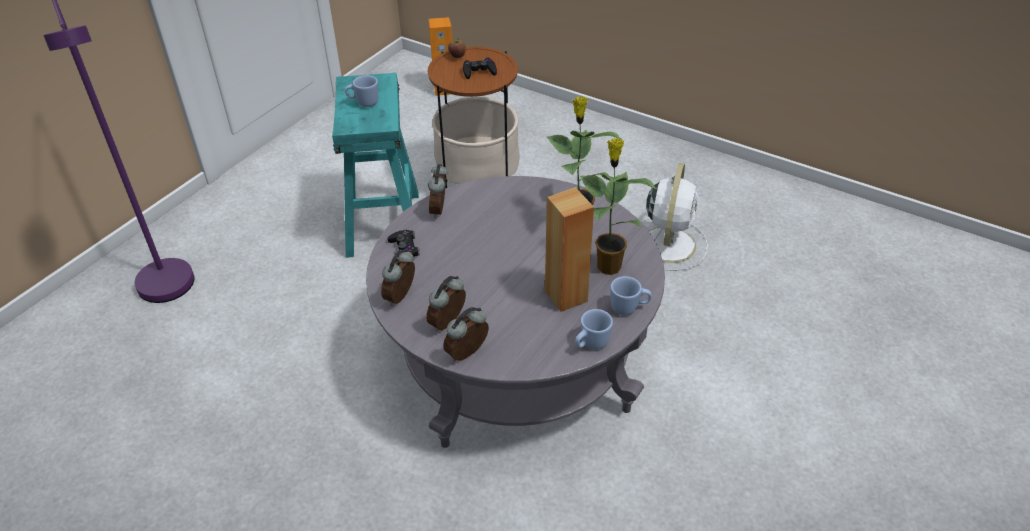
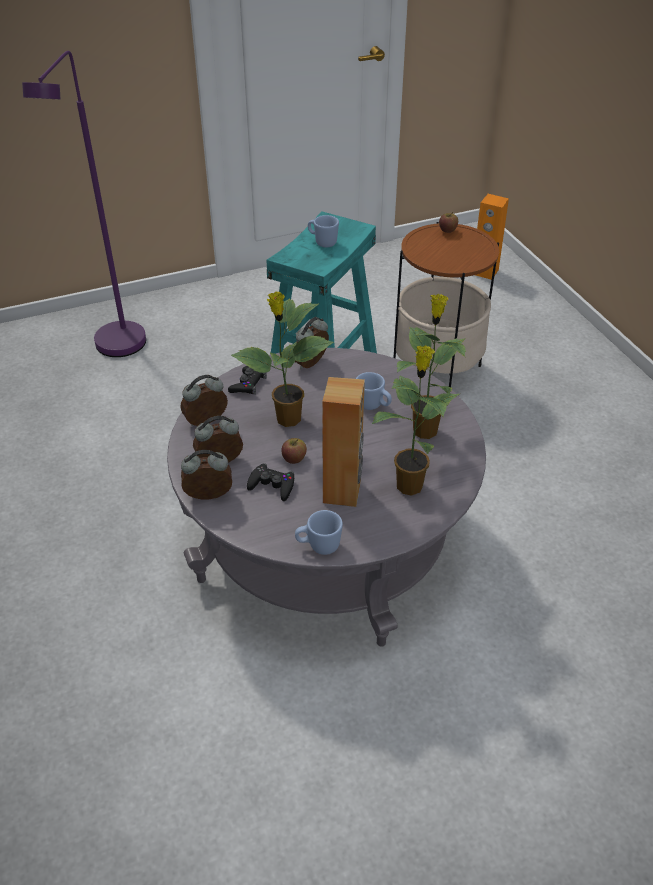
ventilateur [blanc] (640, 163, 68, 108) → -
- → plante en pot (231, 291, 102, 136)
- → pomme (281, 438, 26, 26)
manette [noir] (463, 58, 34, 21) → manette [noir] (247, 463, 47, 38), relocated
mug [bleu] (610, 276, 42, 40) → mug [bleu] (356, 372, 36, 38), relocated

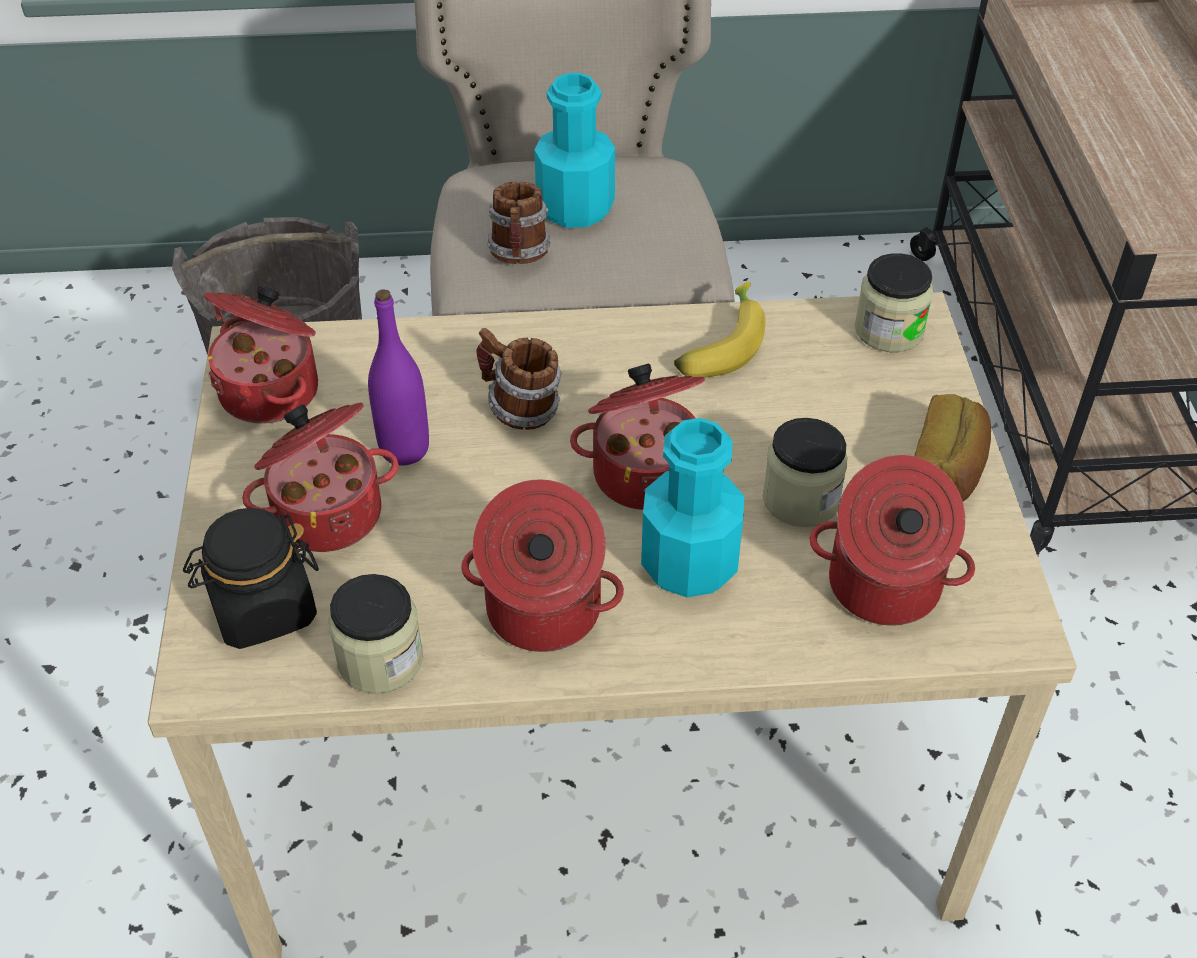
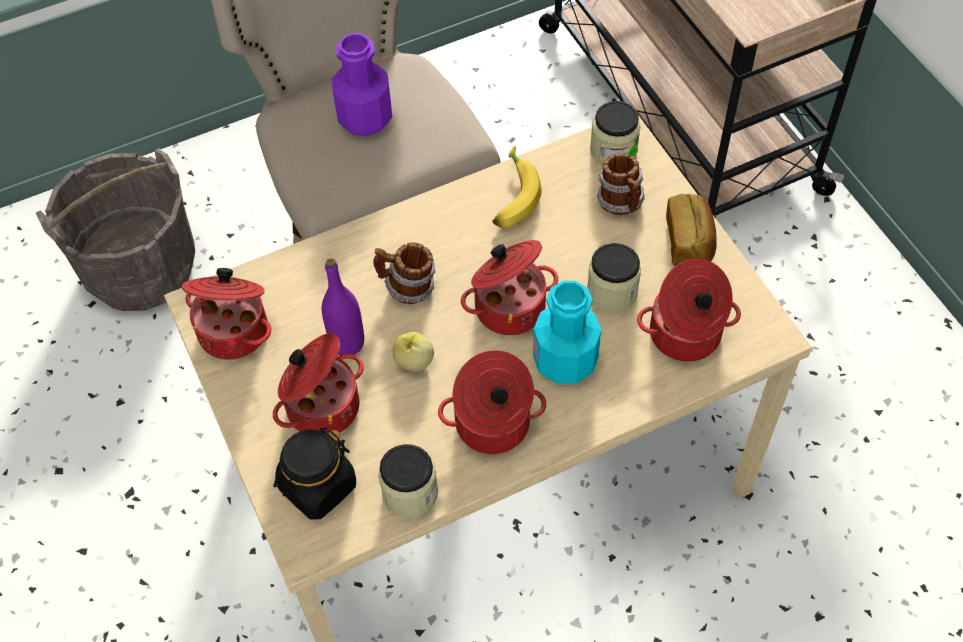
- → pomme (393, 331, 41, 40)
mug (487, 182, 65, 82) → mug (597, 153, 48, 62), relocated
bouteille [turquoise] (534, 73, 81, 155) → bouteille [violet] (332, 33, 60, 103)

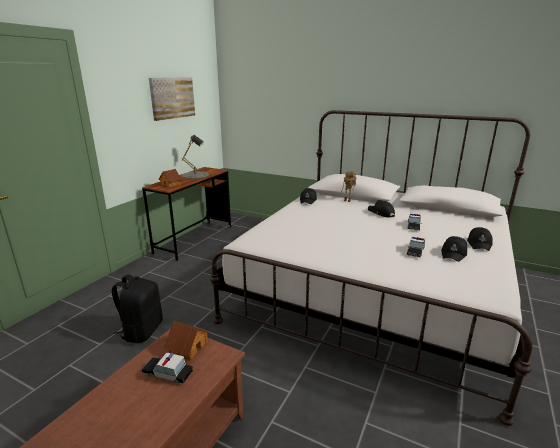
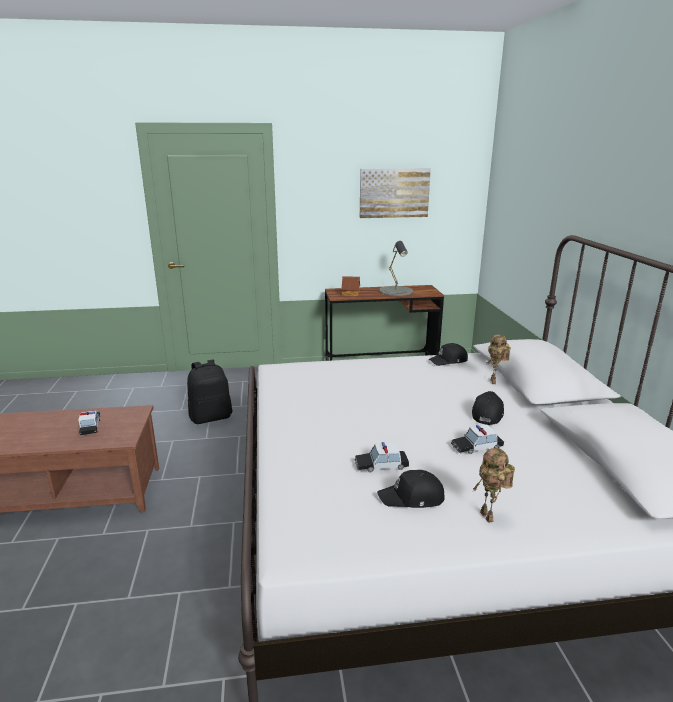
maison miniature (164, 321, 46, 39) → -
casquette [noir] (467, 227, 26, 24) → robot jouet (472, 448, 43, 75)

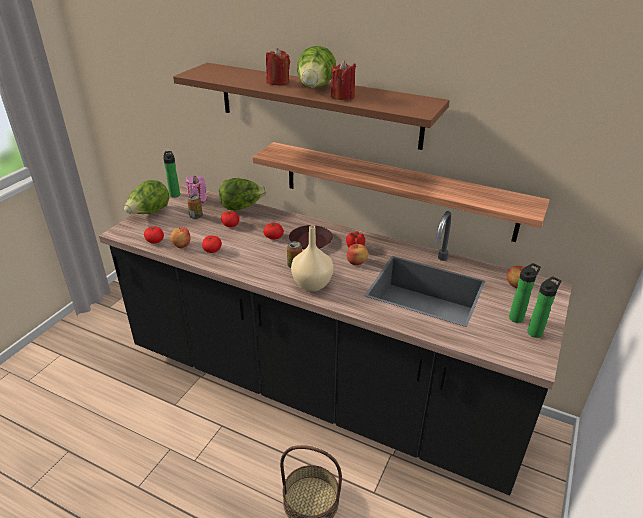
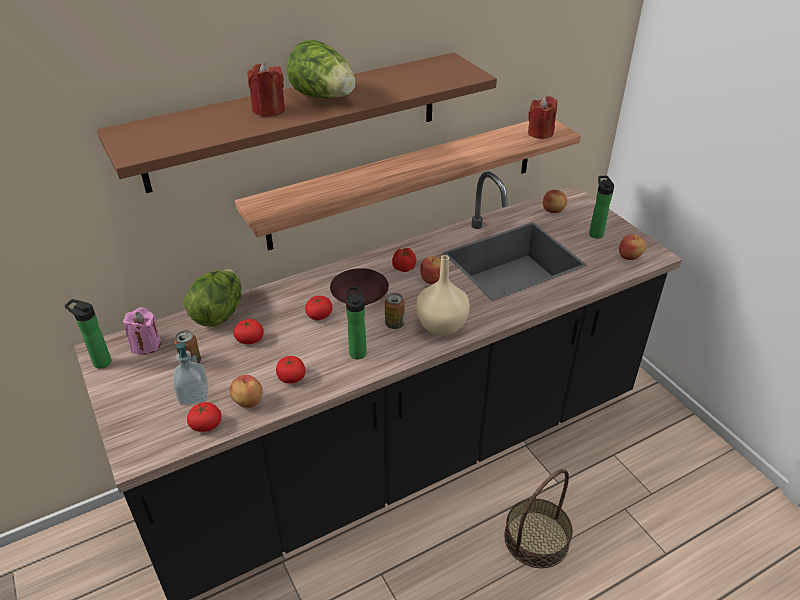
laitue (124, 180, 45, 34) → -
- → distributeur de savon (173, 342, 35, 63)
- → pomme (619, 234, 27, 26)
bougie [rouge] (331, 60, 25, 40) → bougie [rouge] (528, 96, 29, 43), relocated
bouteille (527, 276, 34, 62) → bouteille (346, 287, 21, 72), relocated

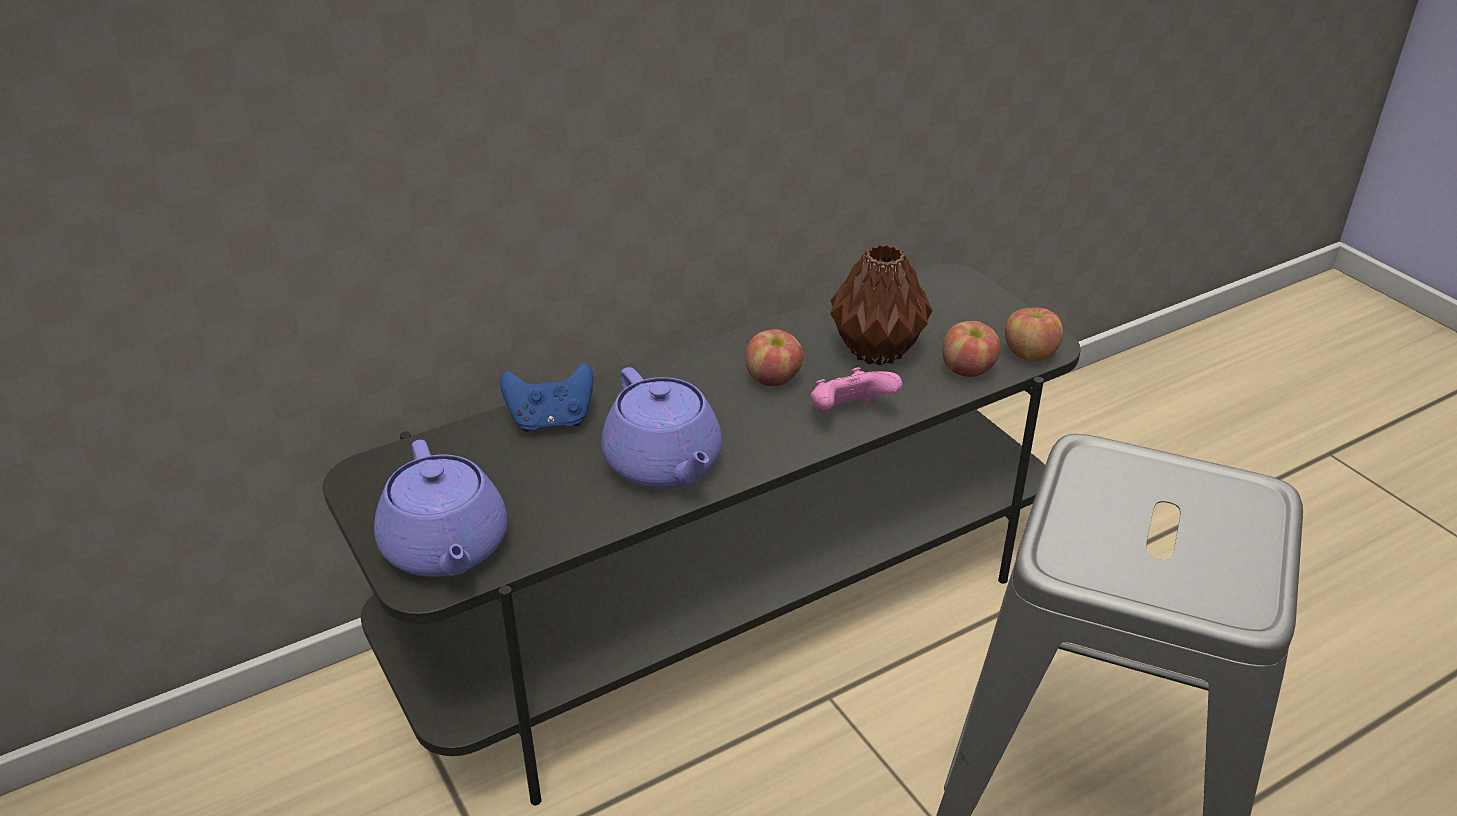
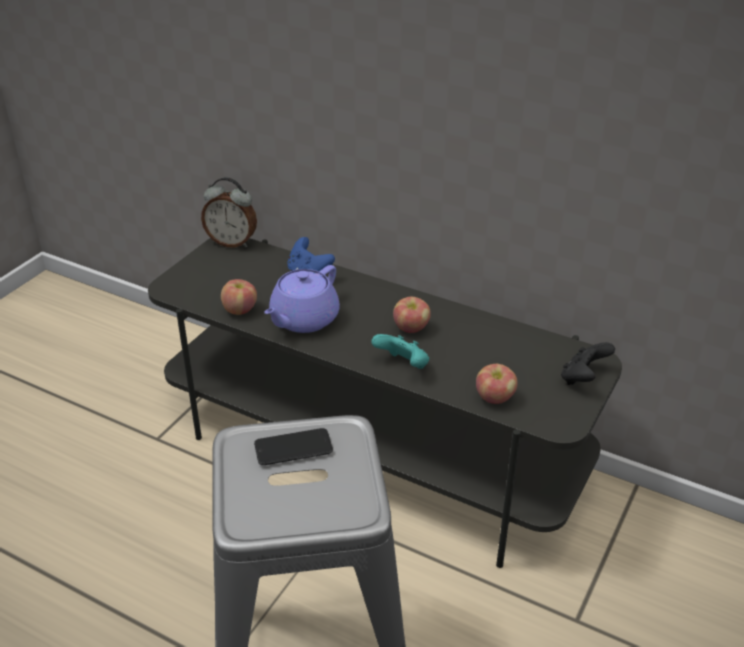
théière [violet] (374, 440, 133, 137) → -
vase [marron] (831, 244, 101, 122) → -
- → réveil (201, 177, 56, 70)
- → téléphone (254, 428, 79, 37)
- → manette [noir] (561, 342, 54, 43)
pomme (1005, 307, 58, 54) → pomme (221, 279, 36, 36), relocated
manette [rose] (811, 367, 91, 46) → manette [turquoise] (371, 334, 58, 35)

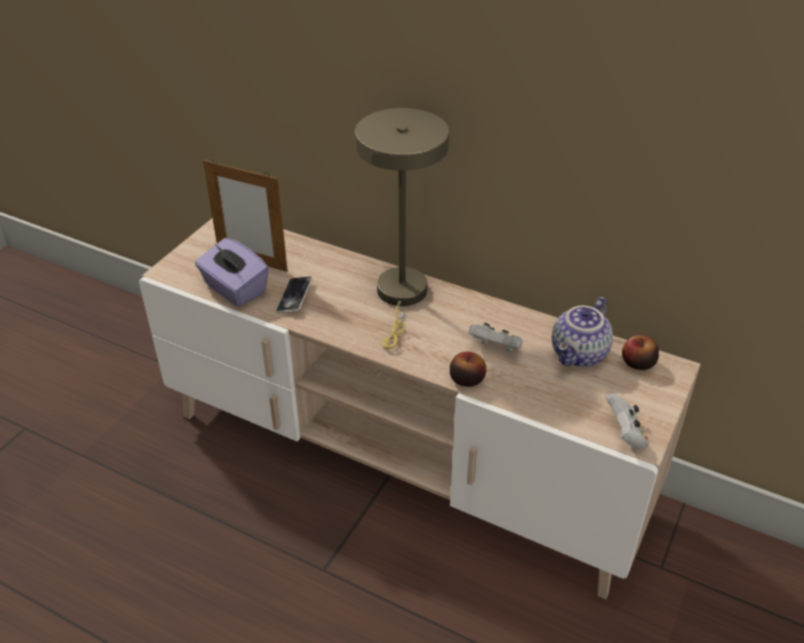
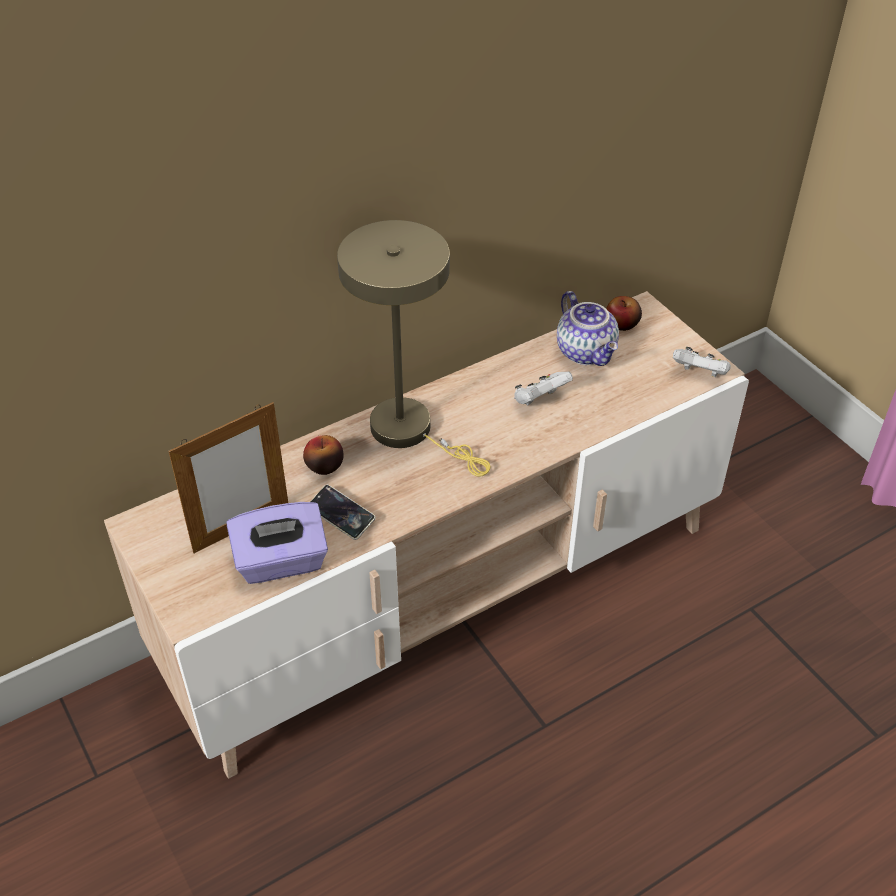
pomme (450, 352, 36, 35) → pomme (303, 435, 41, 40), relocated

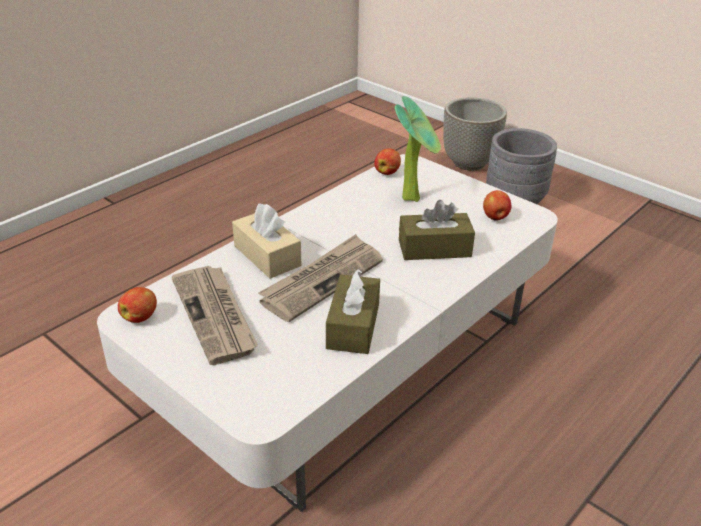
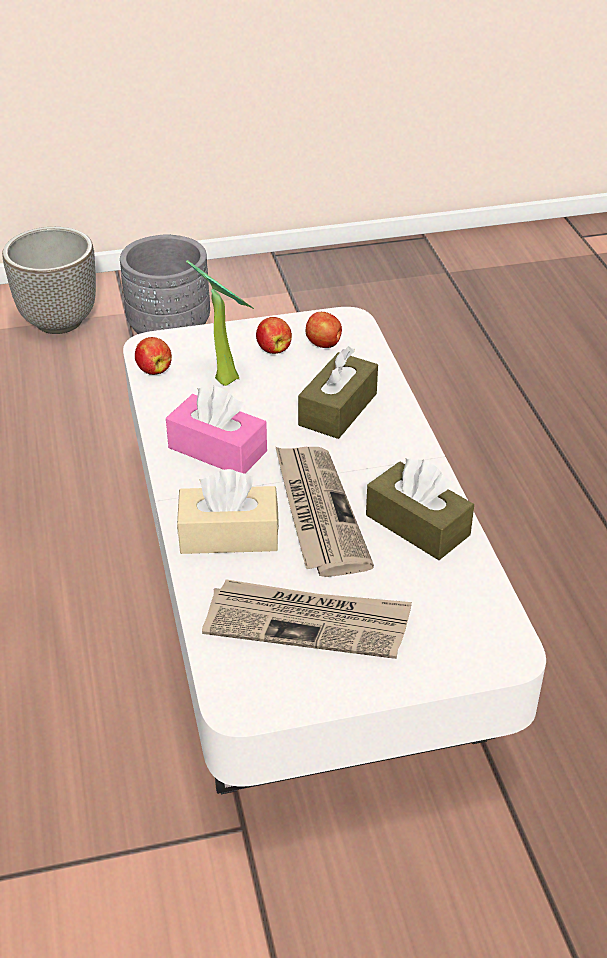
- → boîte à mouchoirs [rose] (166, 386, 101, 88)
pomme (118, 287, 39, 36) → pomme (256, 317, 36, 37), relocated

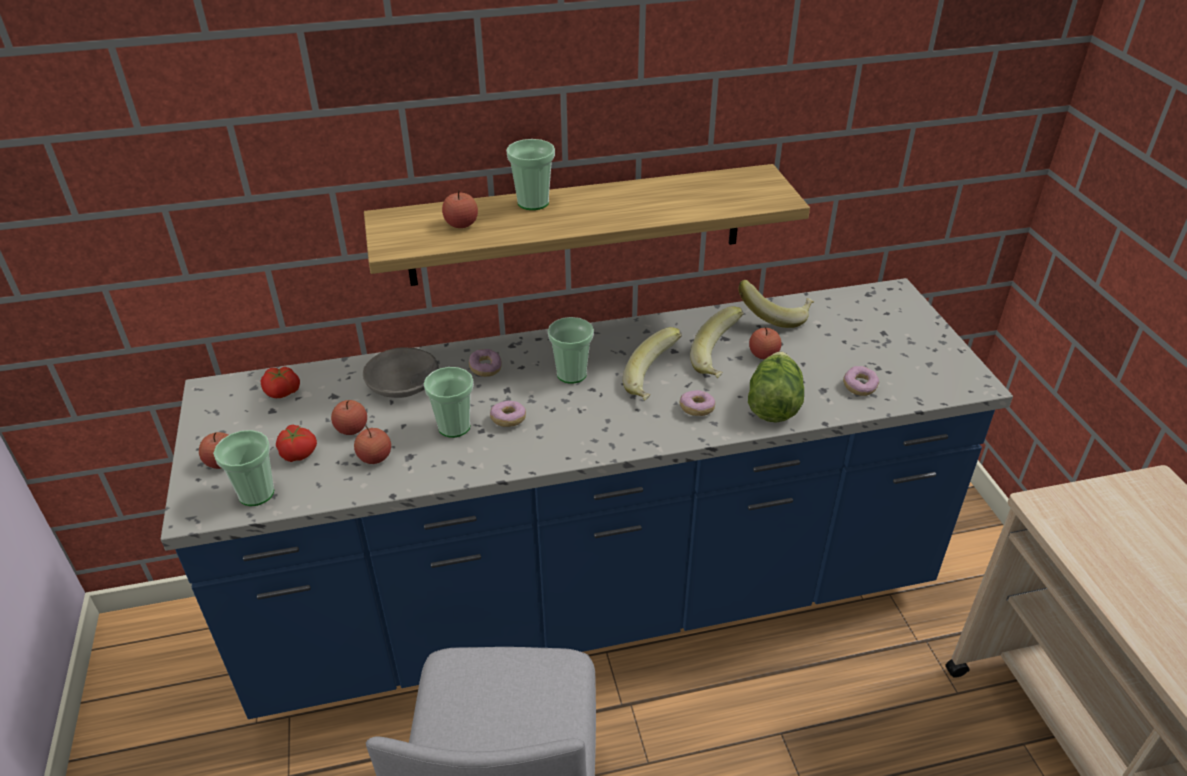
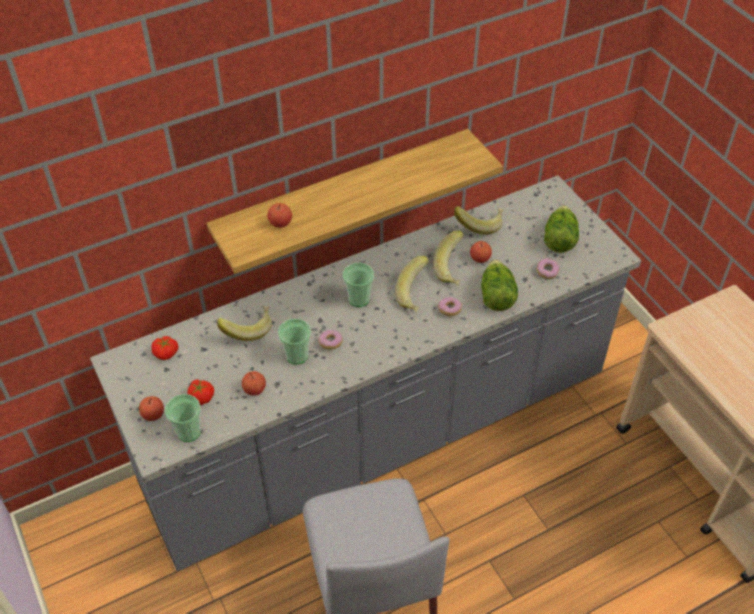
pomme (331, 400, 36, 35) → -
beignet (469, 349, 33, 28) → -
tasse (506, 139, 49, 71) → -
- → laitue (544, 205, 35, 48)
bol [gris] (363, 347, 76, 51) → banane (217, 306, 55, 35)
comptoir de cuisine [bleu] (161, 278, 852, 441) → comptoir de cuisine [gris] (90, 175, 551, 396)

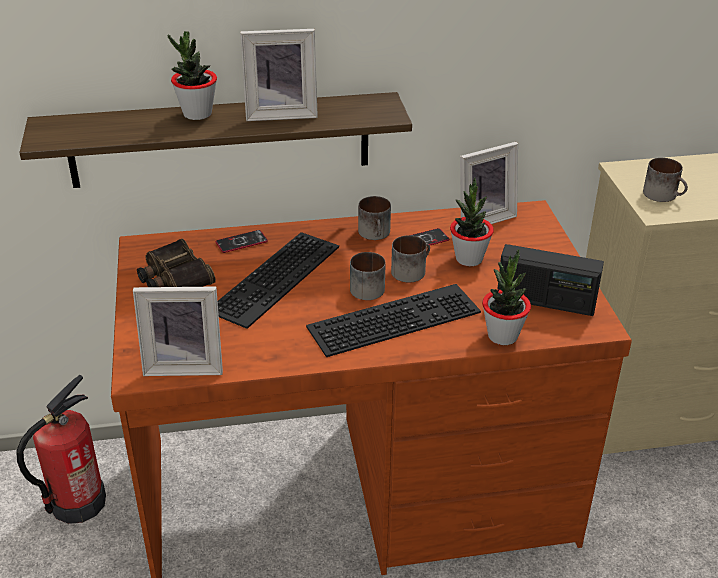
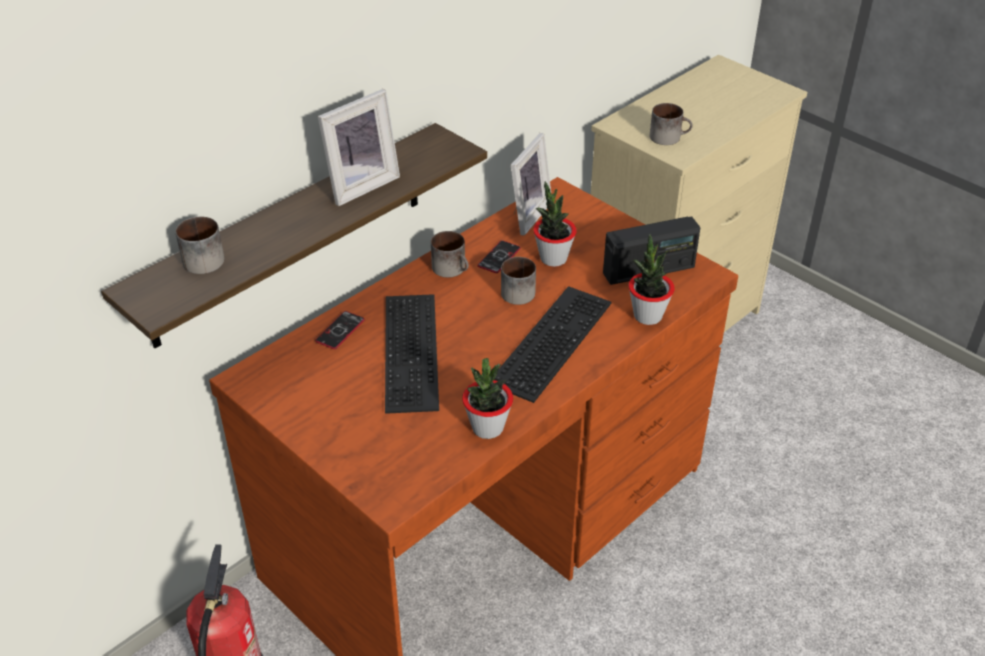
cadre photo (133, 286, 90, 90) → -
jumelles (137, 239, 79, 48) → -
plante en pot (167, 31, 50, 89) → plante en pot (462, 358, 51, 81), relocated
mug (350, 252, 36, 48) → mug (176, 217, 49, 57), relocated

